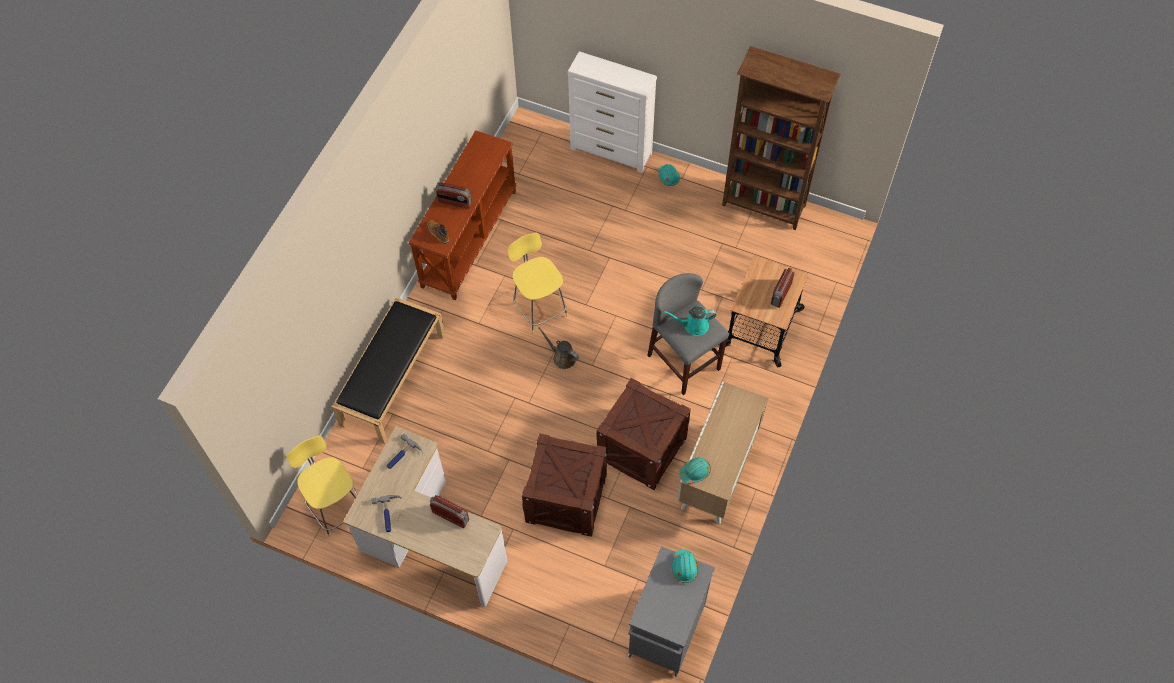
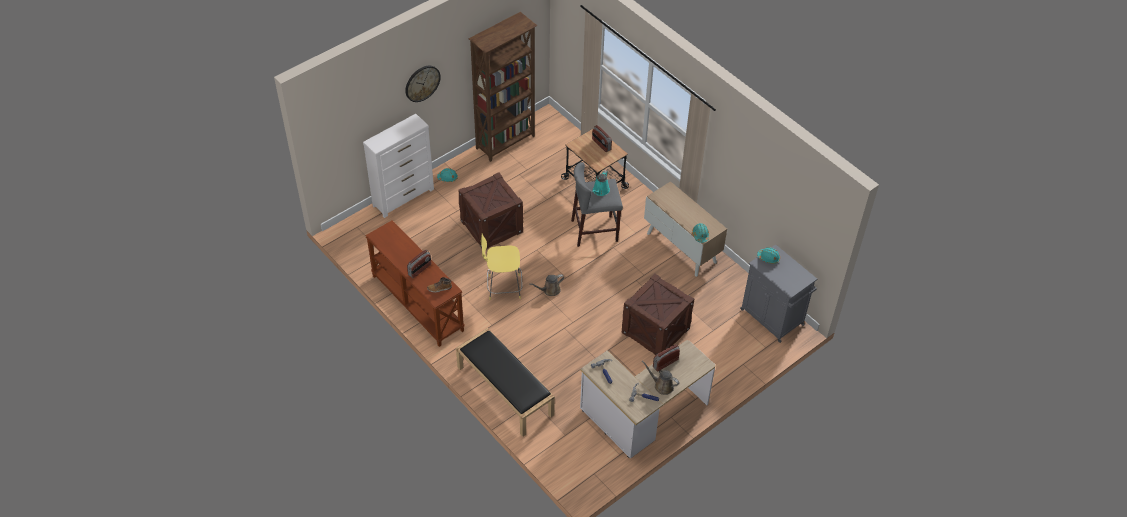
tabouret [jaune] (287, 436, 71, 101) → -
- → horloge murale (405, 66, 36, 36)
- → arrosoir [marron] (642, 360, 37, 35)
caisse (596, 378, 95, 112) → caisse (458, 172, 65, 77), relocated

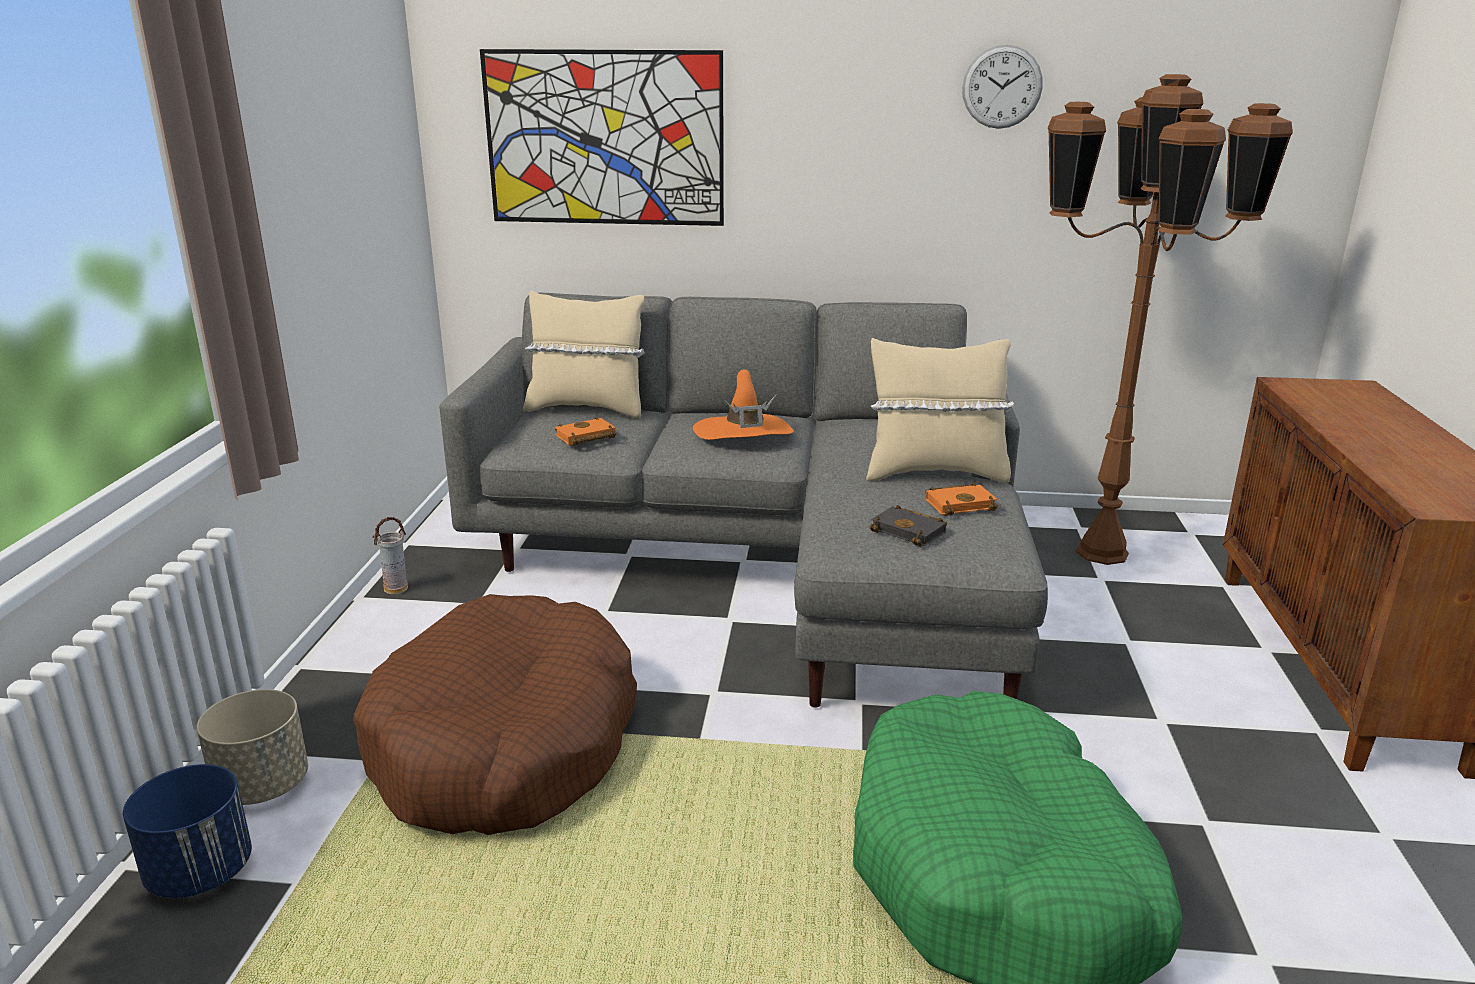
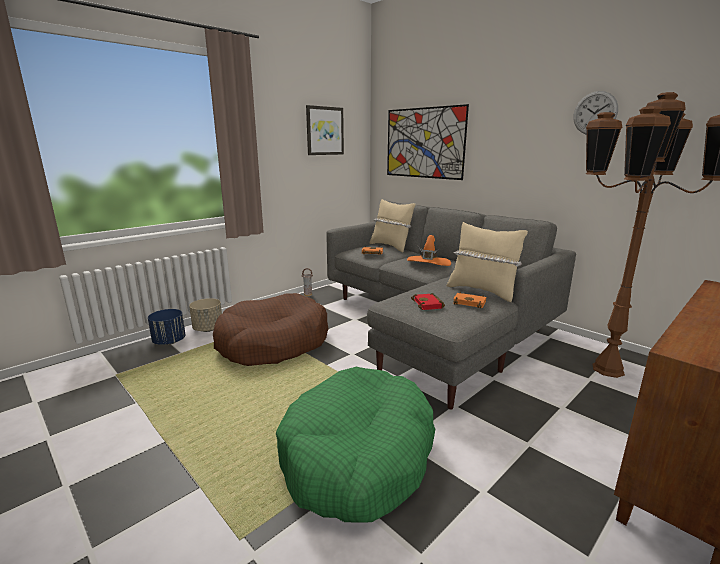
- → tableau (306, 105, 38, 50)
livre [noir] (869, 505, 78, 42) → livre [rouge] (411, 293, 34, 17)

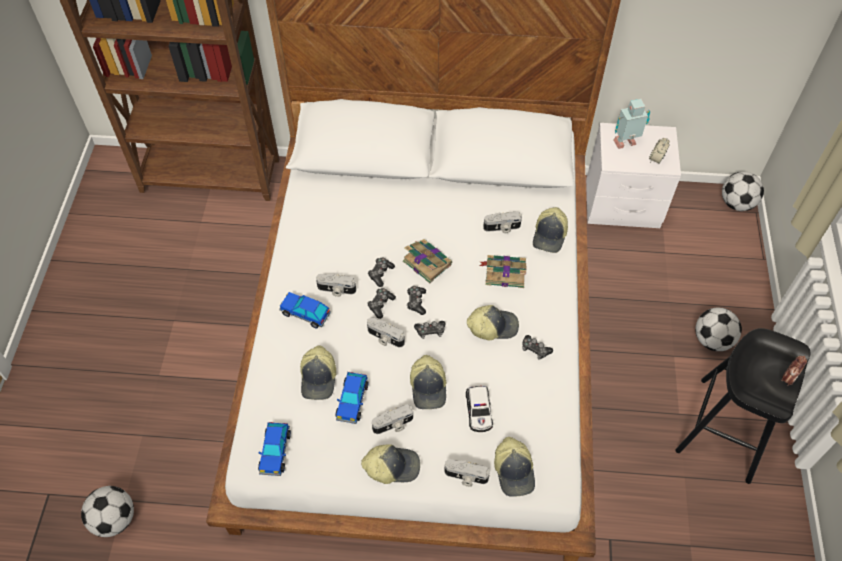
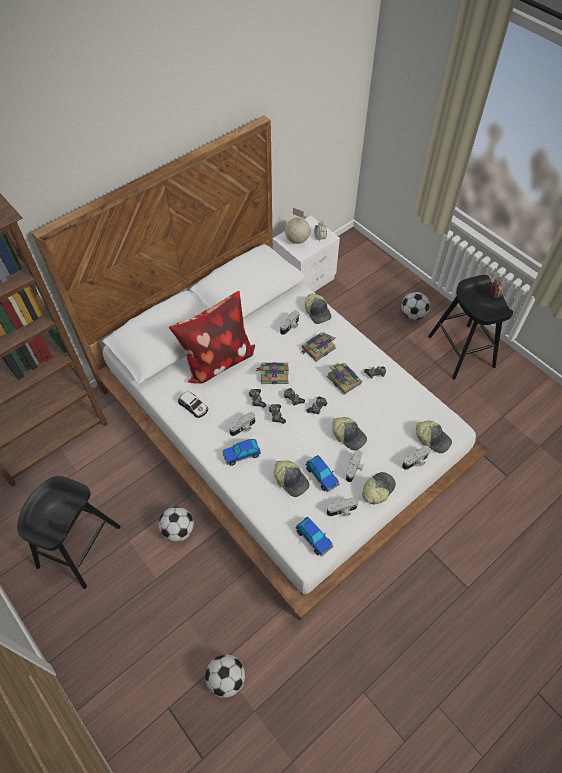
- → tabouret [noir] (17, 476, 104, 113)
- → coussin (169, 291, 86, 93)
appareil photo (367, 318, 38, 29) → appareil photo (327, 497, 31, 20), relocated
petite voiture (466, 386, 27, 46) → petite voiture (178, 391, 30, 27), relocated
ballon de foot (722, 171, 42, 40) → ballon de foot (159, 506, 35, 36), relocated
casquette (467, 305, 52, 36) → livre (327, 363, 35, 32)
robot jouet (613, 99, 37, 50) → globe (285, 208, 25, 36)

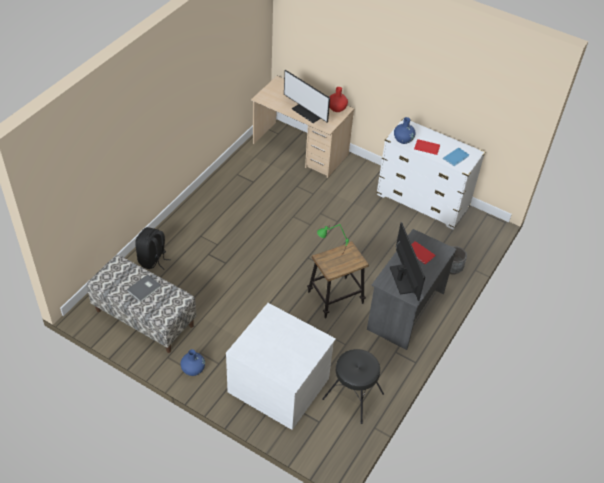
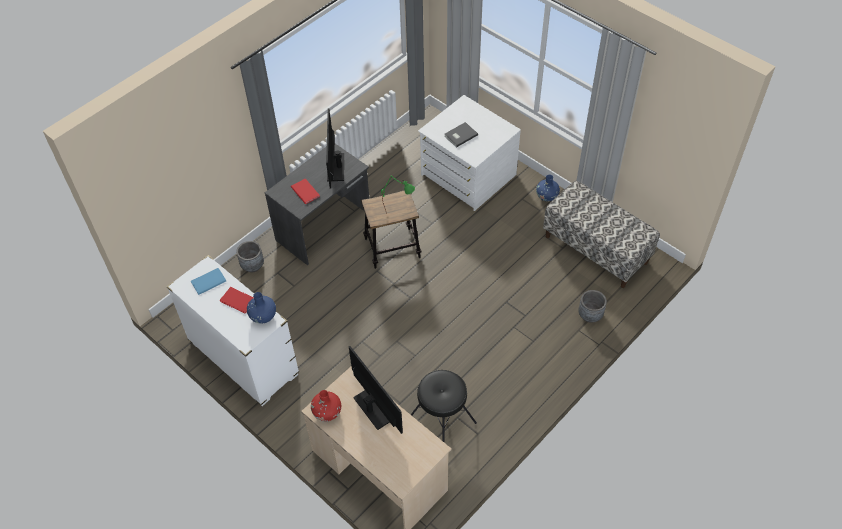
livre [gris] (127, 274, 34, 28) → livre [gris] (444, 122, 34, 26), relocated
tabouret [noir] (322, 349, 62, 75) → tabouret [noir] (411, 370, 66, 73), relocated
sac à dos [noir] (135, 227, 36, 43) → cache-pot [gris] (578, 290, 29, 33)

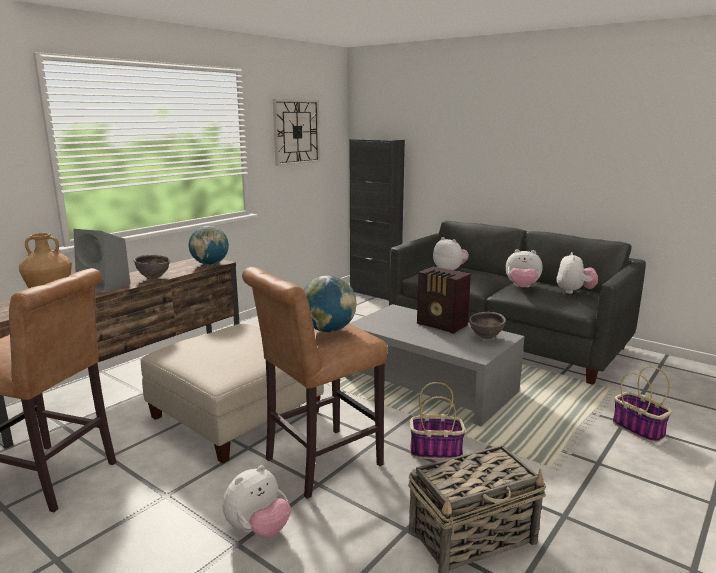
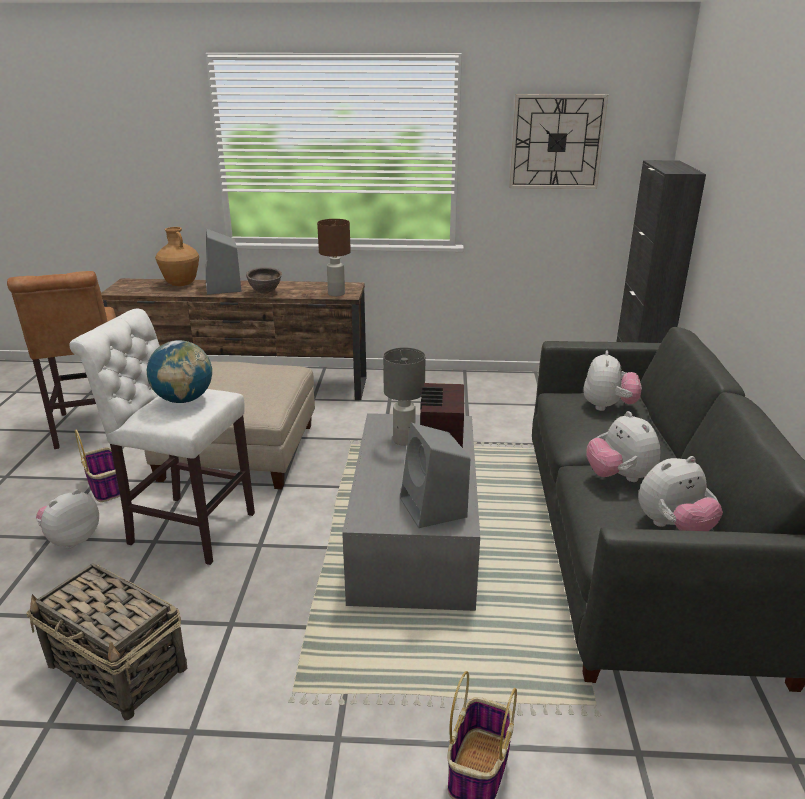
- → lampe de table [gris] (383, 347, 42, 99)
panier (410, 382, 56, 77) → panier (75, 430, 45, 72), relocated
globe (189, 226, 40, 39) → lampe de table [marron] (317, 219, 34, 77)
bol [marron] (469, 312, 37, 27) → enceinte [gris] (400, 423, 70, 105)
tabouret [marron] (242, 267, 146, 232) → tabouret [blanc] (70, 309, 185, 256)
peluche (223, 465, 68, 73) → peluche (36, 489, 63, 60), 120 degrees clockwise

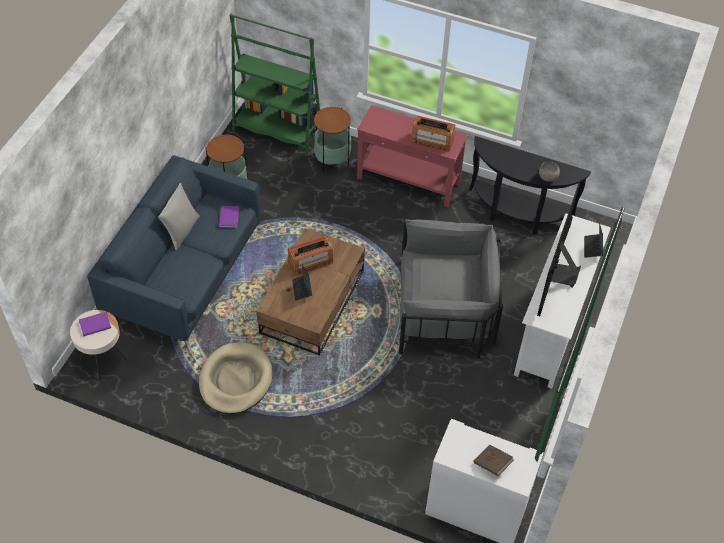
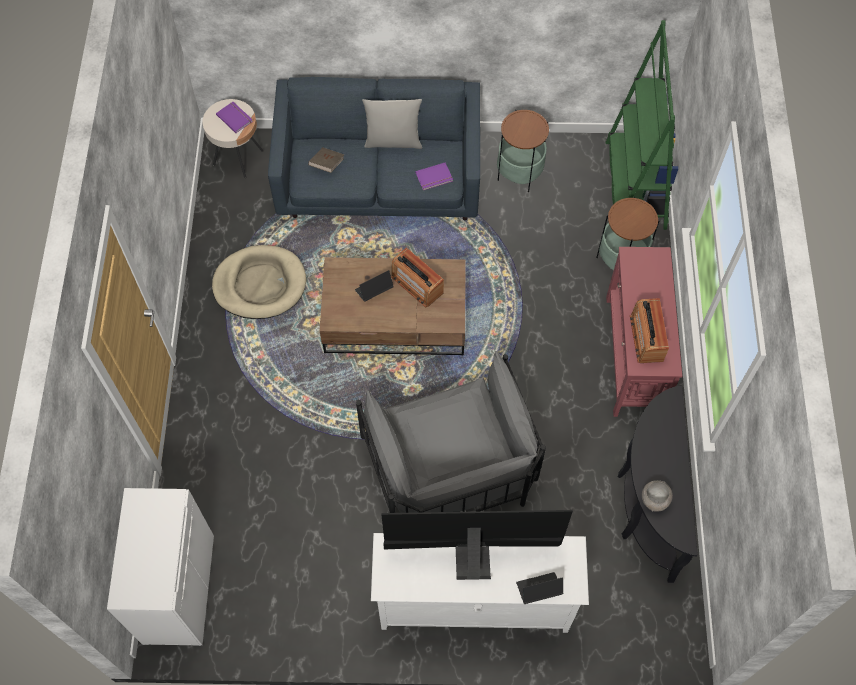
livre [marron] (473, 444, 41, 32) → livre [marron] (308, 147, 36, 26), relocated

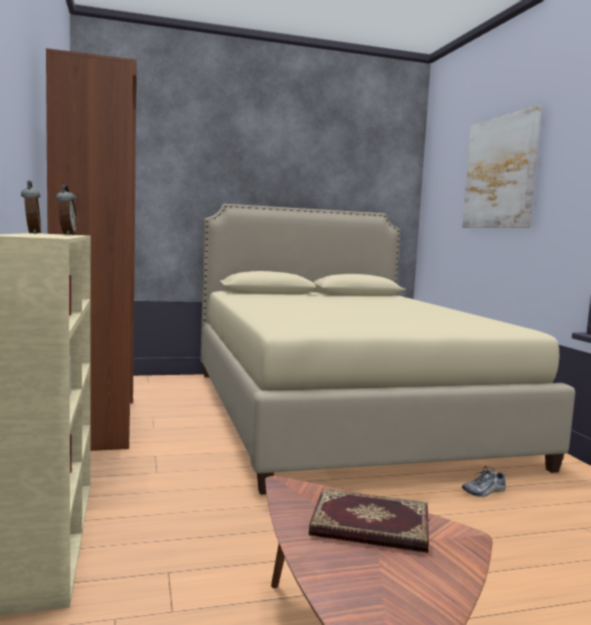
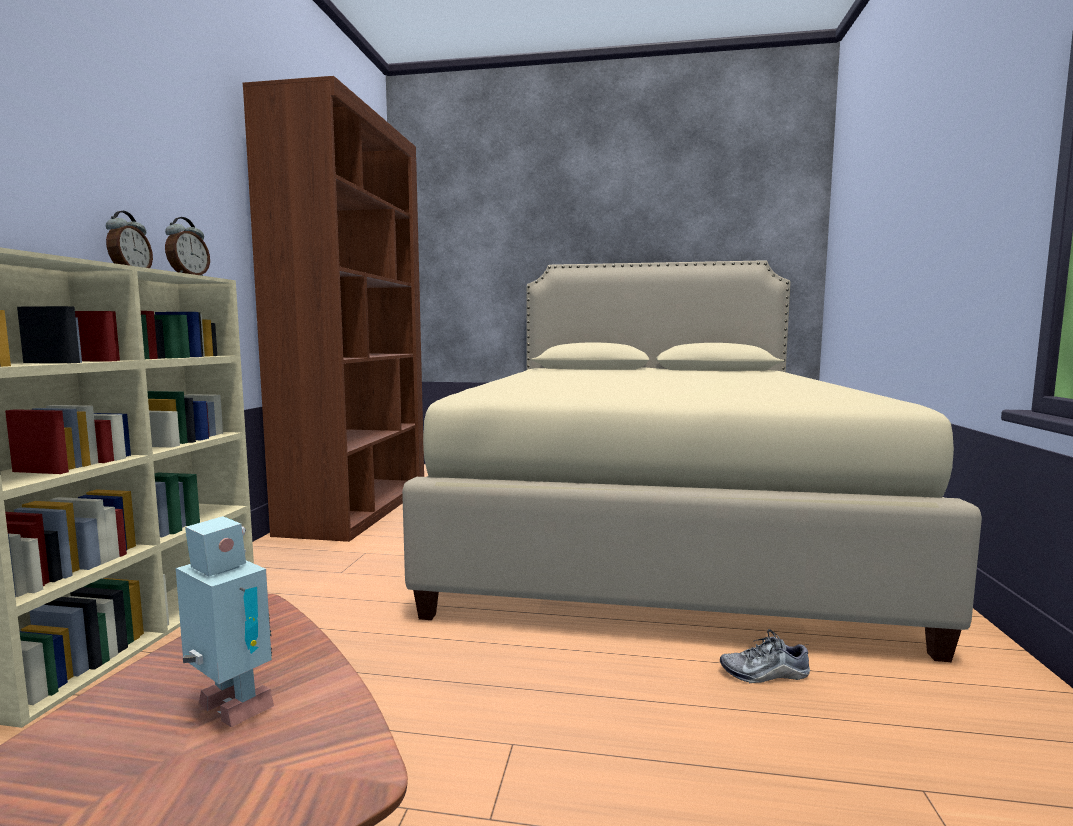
tableau (462, 105, 80, 123) → -
livre (309, 489, 120, 64) → robot jouet (176, 516, 98, 212)

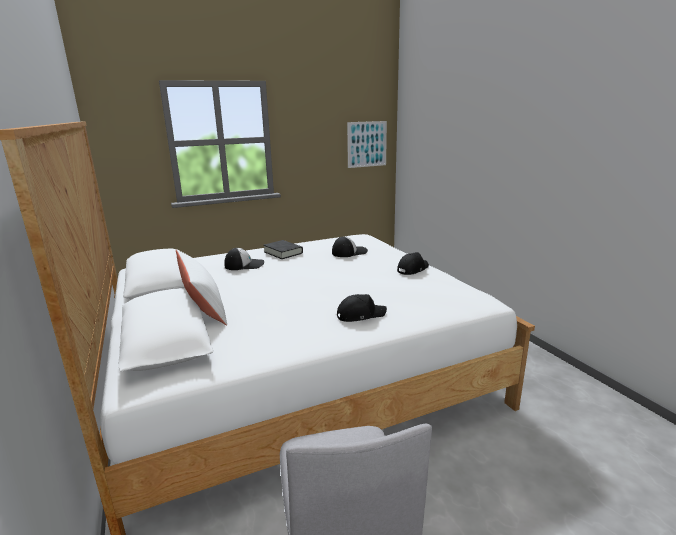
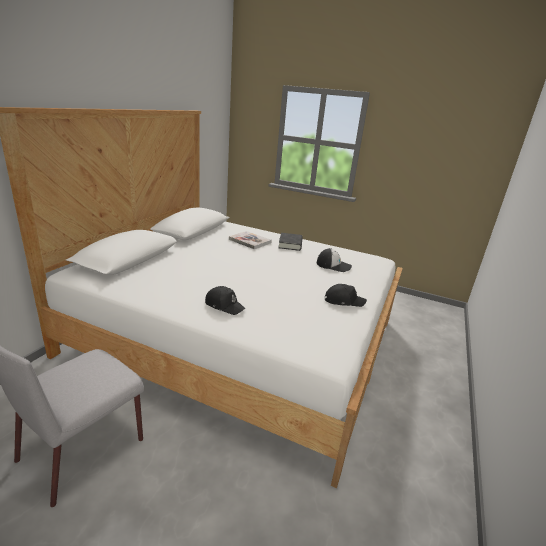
coussin [blanc] (176, 249, 51, 76) → -
tableau (347, 121, 40, 47) → -
casquette (224, 248, 40, 22) → livre (229, 231, 43, 18)

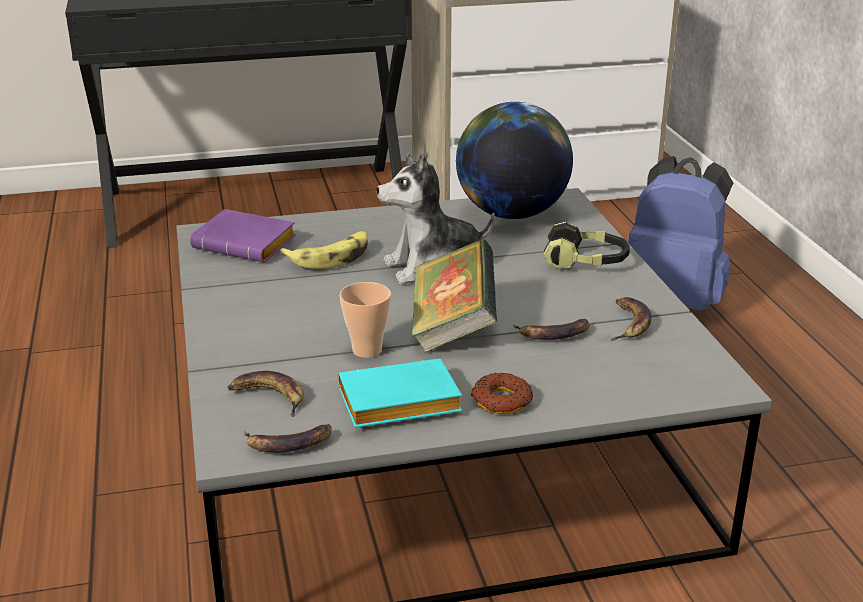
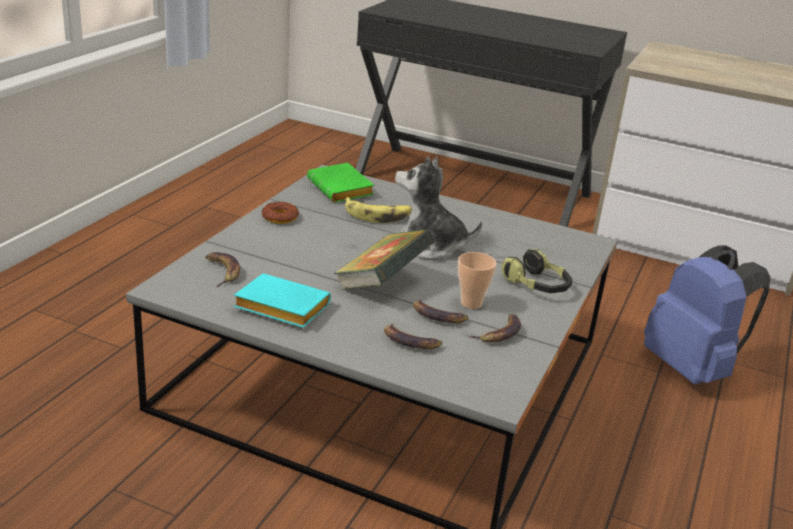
globe (456, 102, 117, 117) → -
banane (244, 424, 87, 28) → banane (384, 323, 58, 26), relocated
tasse (340, 282, 51, 76) → tasse (458, 252, 39, 57), relocated
beignet (470, 373, 63, 41) → beignet (262, 202, 37, 22), relocated
livre [violet] (190, 209, 106, 53) → livre [vert] (307, 163, 67, 40)

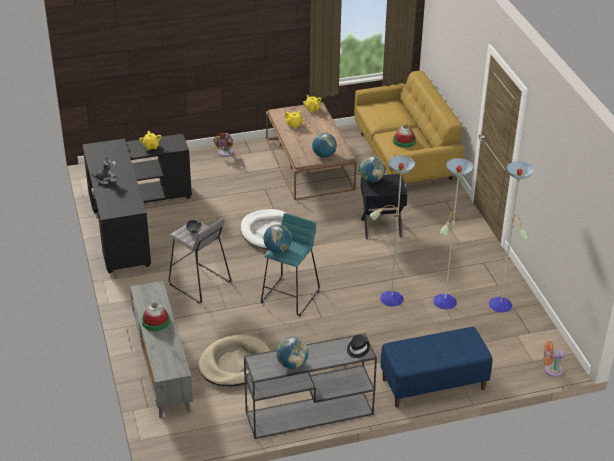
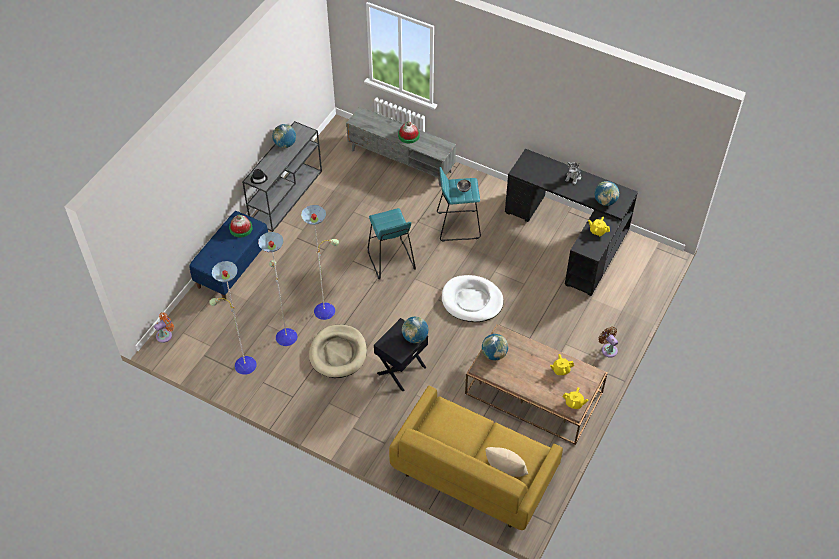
- → coussin [beige] (486, 447, 42, 30)
panier pour chien [beige] (198, 335, 72, 51) → panier pour chien [beige] (309, 325, 58, 53), relocated
globe (263, 224, 29, 29) → globe (594, 181, 25, 25), relocated
chapeau (393, 124, 23, 24) → chapeau (229, 215, 23, 23), relocated
tabouret [gris] (169, 218, 62, 85) → tabouret [turquoise] (437, 167, 44, 74)

